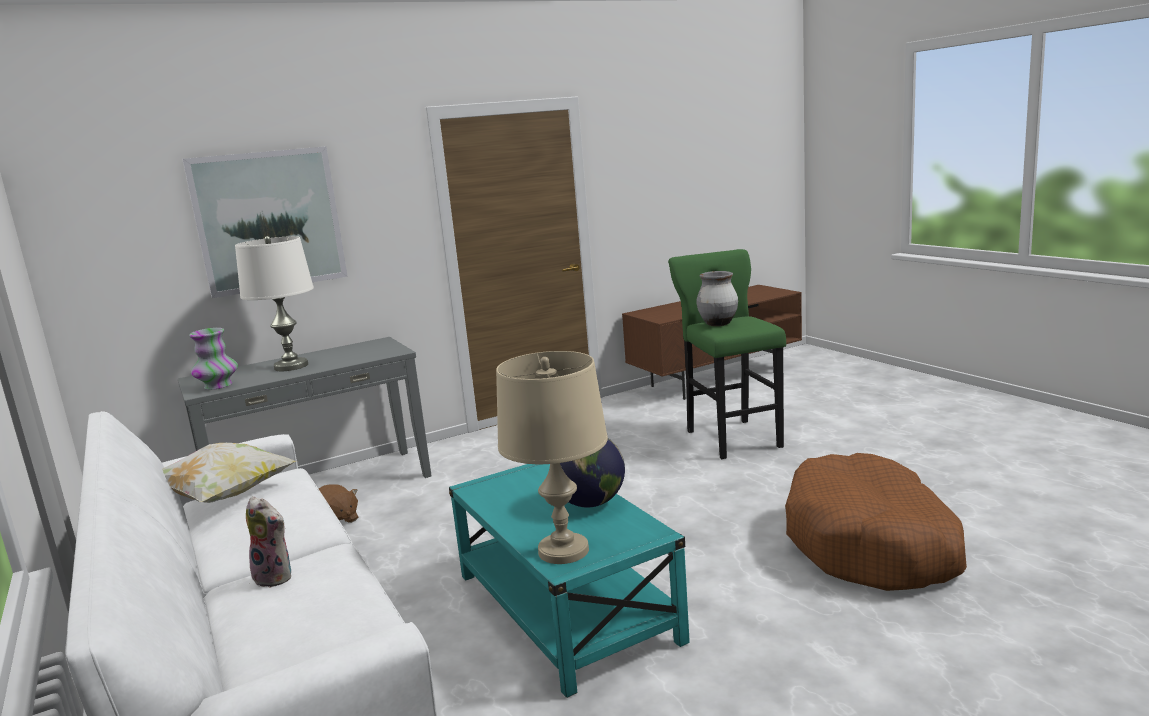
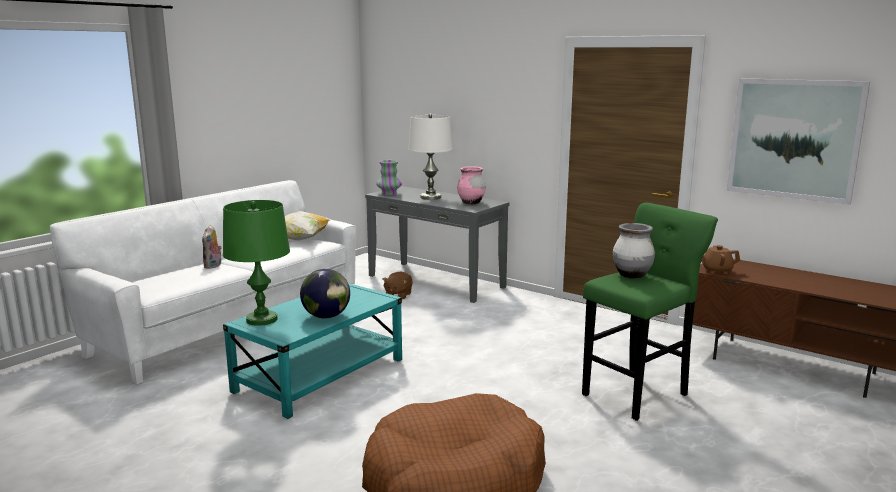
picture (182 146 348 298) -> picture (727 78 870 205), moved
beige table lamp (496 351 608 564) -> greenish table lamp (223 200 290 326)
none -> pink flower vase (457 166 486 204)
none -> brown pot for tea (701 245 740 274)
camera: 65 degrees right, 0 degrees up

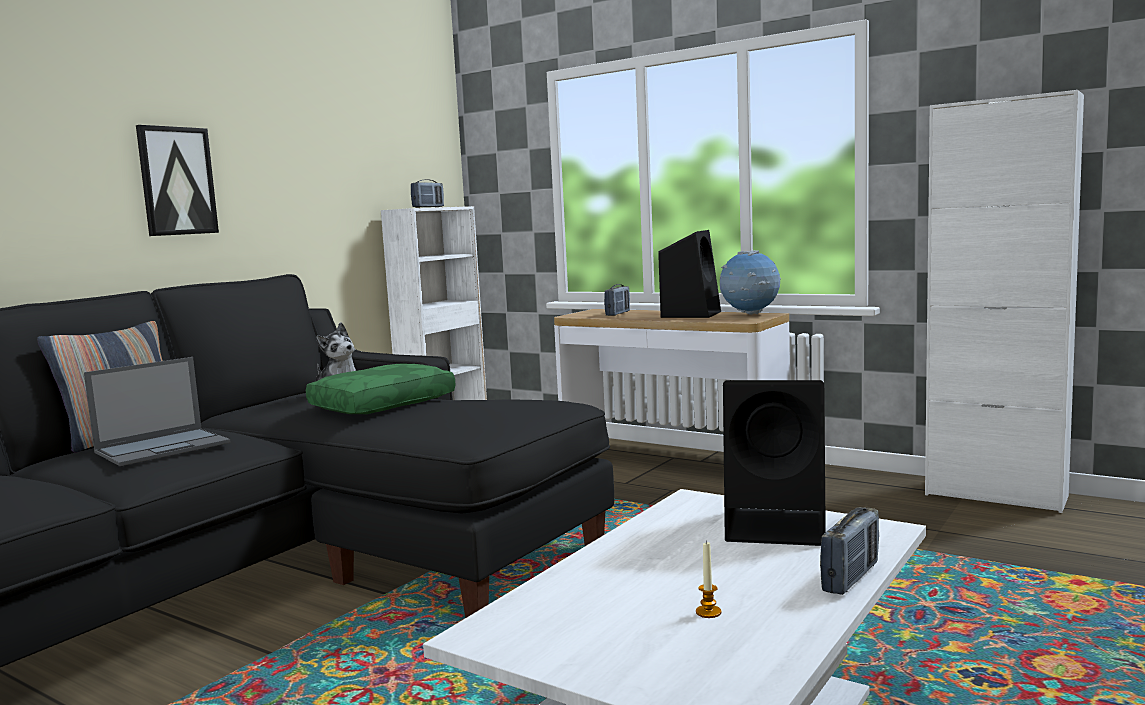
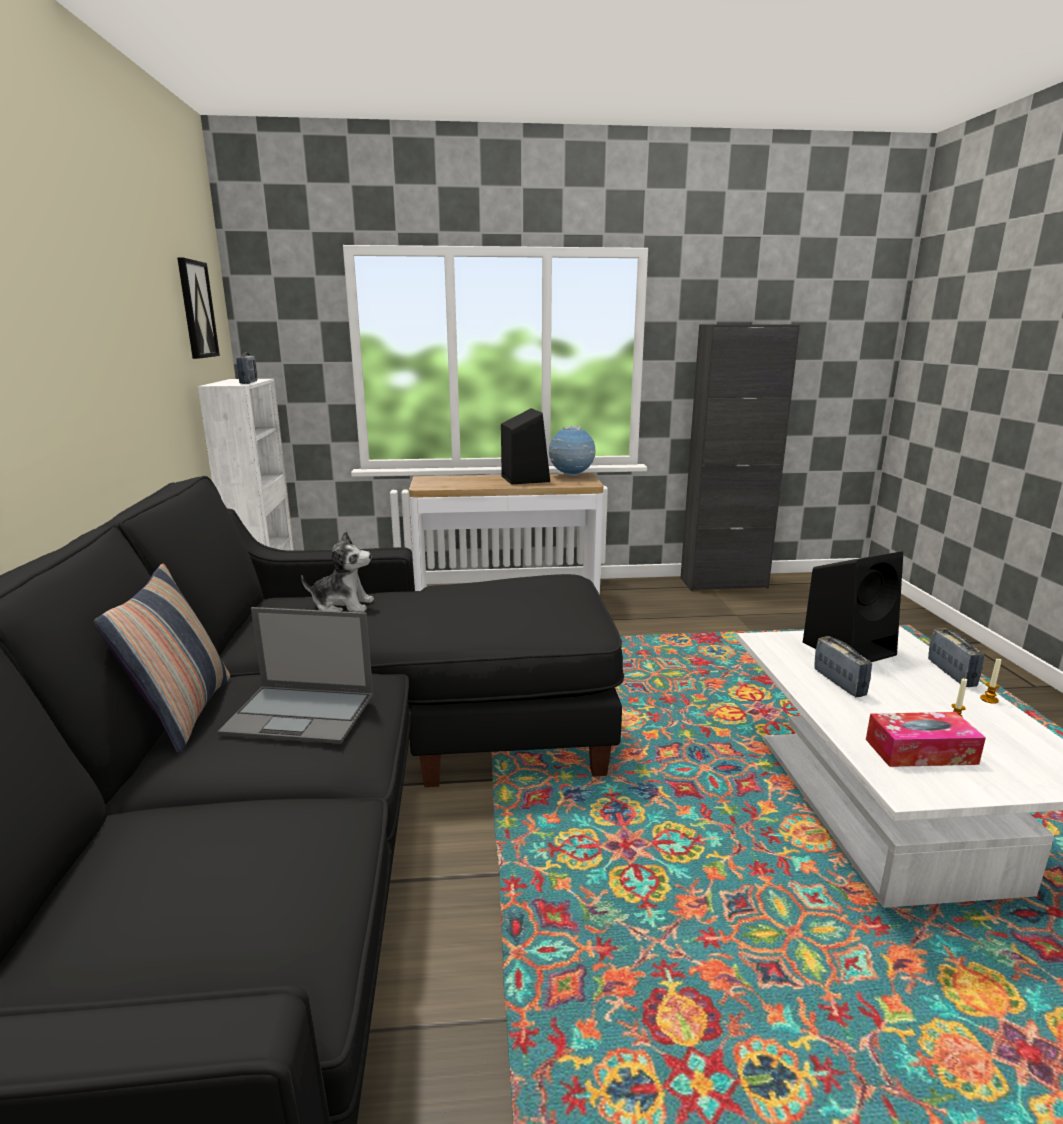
white-coloured cabinet (925 90 1084 513) -> black cabinet (680 324 800 591)
picture (136 125 219 236) -> picture (177 258 220 359), moved
radio set (604 284 630 316) -> radio set (814 636 872 697), moved
laptop (84 357 230 466) -> laptop (217 607 374 744), 90 degrees clockwise
greenish cushion (306 364 456 414) -> none
none -> wax light (980 659 1002 704)
none -> tissue box (866 712 986 767)
camera: 40 degrees left, 10 degrees up

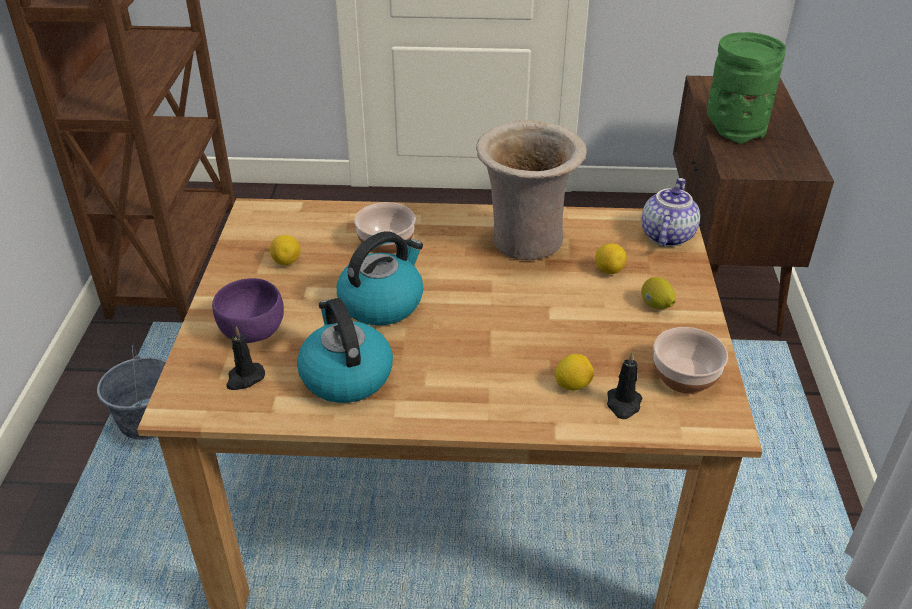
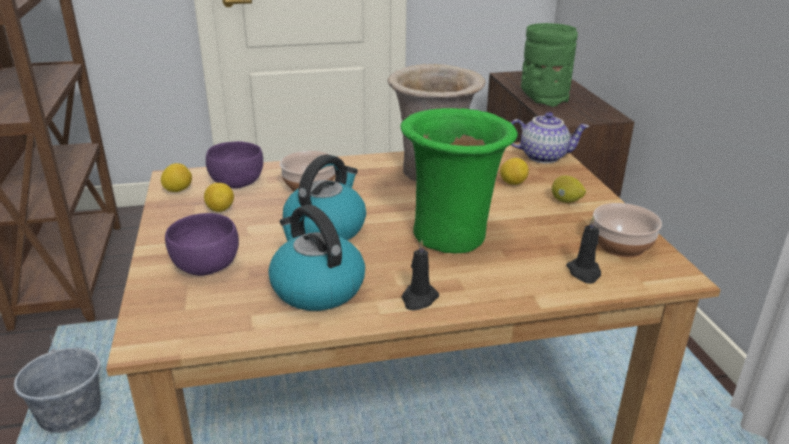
pot for tea (642 178 700 247) -> pot for tea (511 112 589 163), 90 degrees clockwise
black wax light (226 327 265 390) -> black wax light (402 239 439 311), moved
whole lemon (555 354 594 391) -> whole lemon (161 163 192 192), moved
none -> greenish flower vase (400 108 518 254)
none -> purple-coloured deep dish (206 141 263 189)
camera: 15 degrees left, 10 degrees down

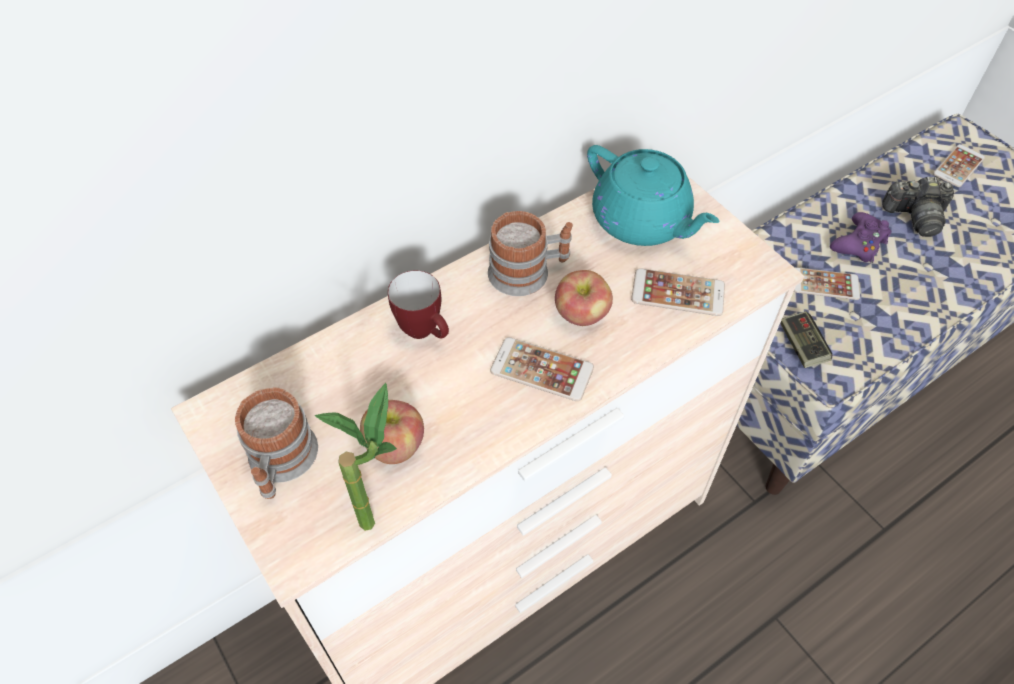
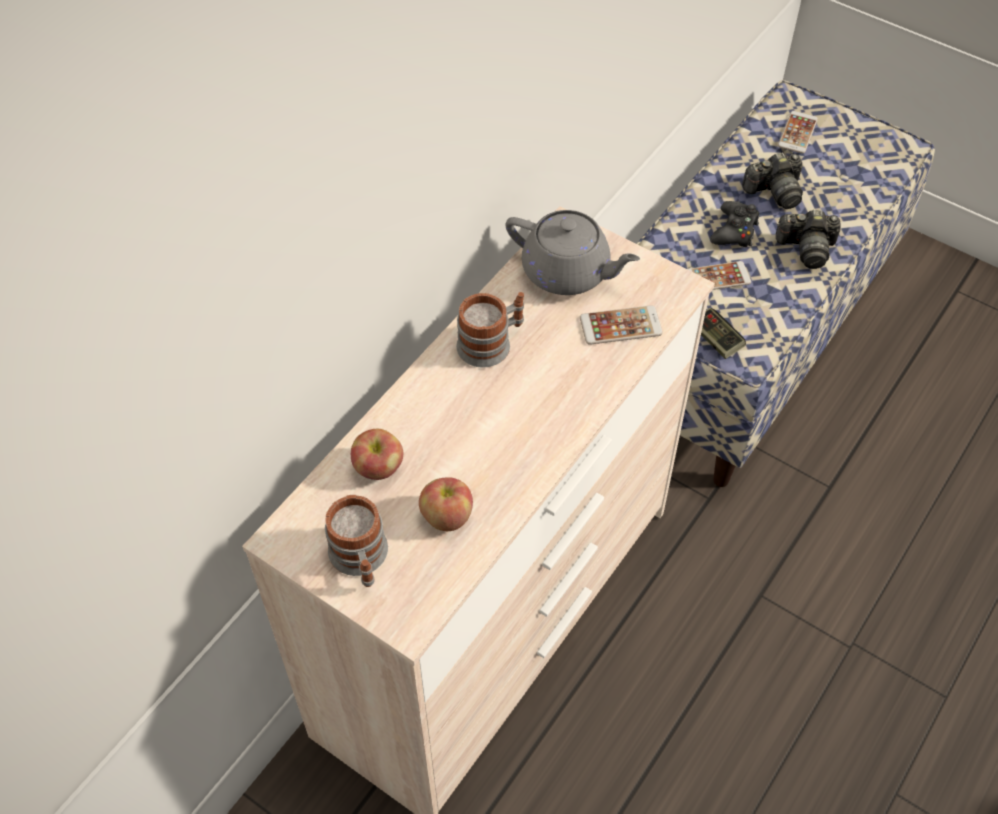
turquoise pot for tea (587 145 719 246) -> gray pot for tea (506 210 640 295)
purple-coloured game controller (830 212 891 263) -> black game controller (710 201 760 247)
mug (388 270 449 339) -> none
apple (555 270 613 326) -> apple (351 429 403 480), moved
handset (490 337 594 401) -> none
plant in a pot (315 383 397 531) -> none
none -> photo camera (776 210 841 269)
camera: 20 degrees left, 0 degrees up

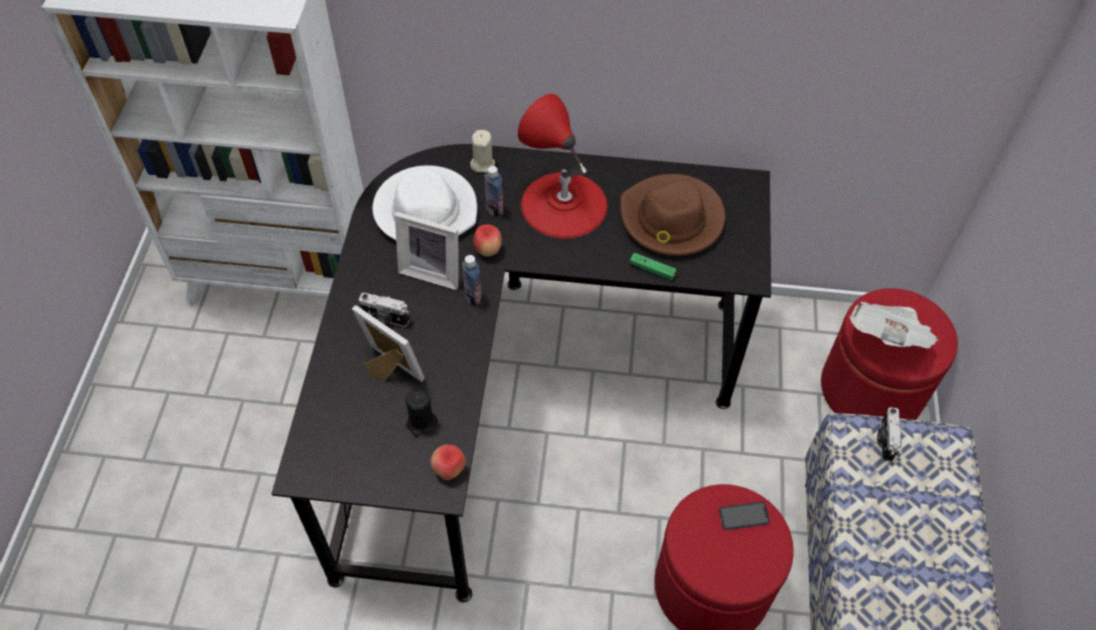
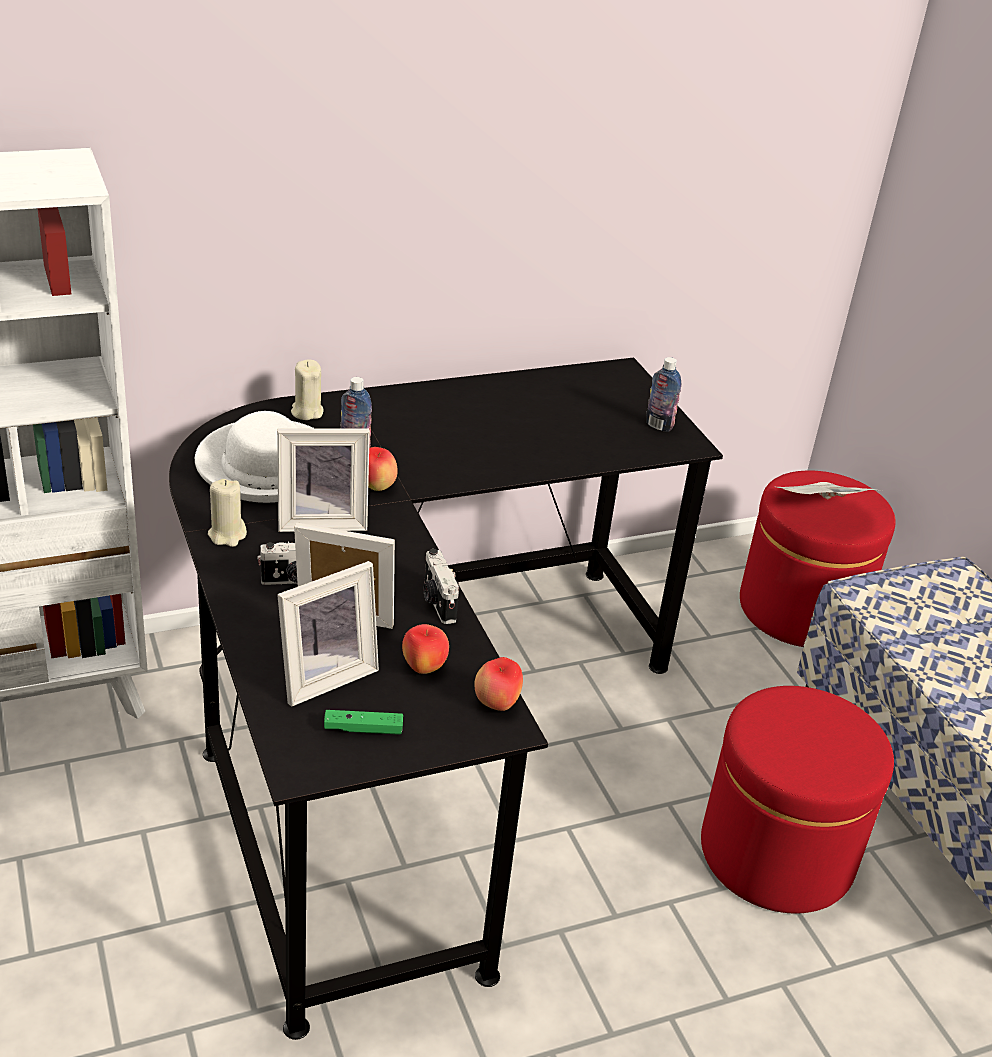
red-coloured table lamp (518 94 608 238) -> none
brown hat (620 174 725 256) -> none
greenish game controller (630 252 676 280) -> greenish game controller (324 710 403 735), moved
beverage bottle (462 255 482 307) -> beverage bottle (646 357 681 432), moved
black wax light (406 390 438 437) -> apple (402 624 449 674)
photo camera (877 407 902 462) -> photo camera (423 549 459 624), moved
handset (719 502 770 530) -> none
none -> beige wax light (208 479 247 547)
none -> picture frame (277 561 379 707)
camera: 30 degrees left, 20 degrees down

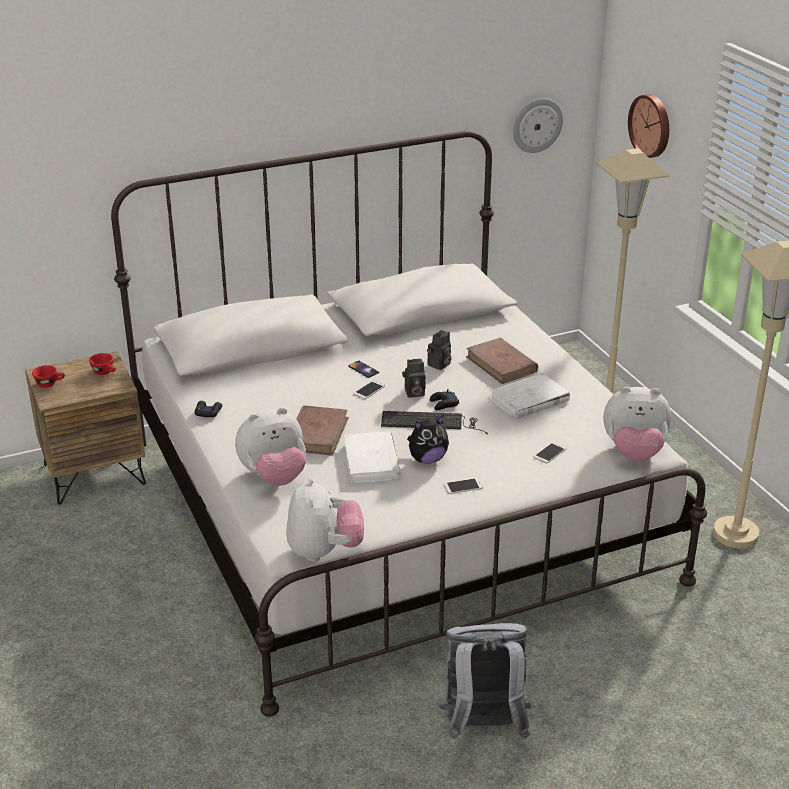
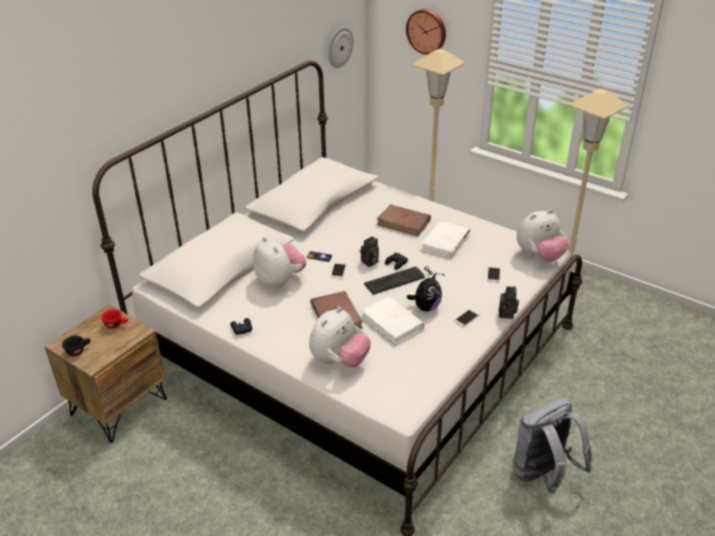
photo camera (427 330 451 370) -> photo camera (498 286 519 319), moved
red-coloured drinking cup (32 365 65 388) -> black drinking cup (62 335 91 356)
cuddly toy (286 478 364 562) -> cuddly toy (253 237 306 289), moved
camera: 30 degrees left, 5 degrees up

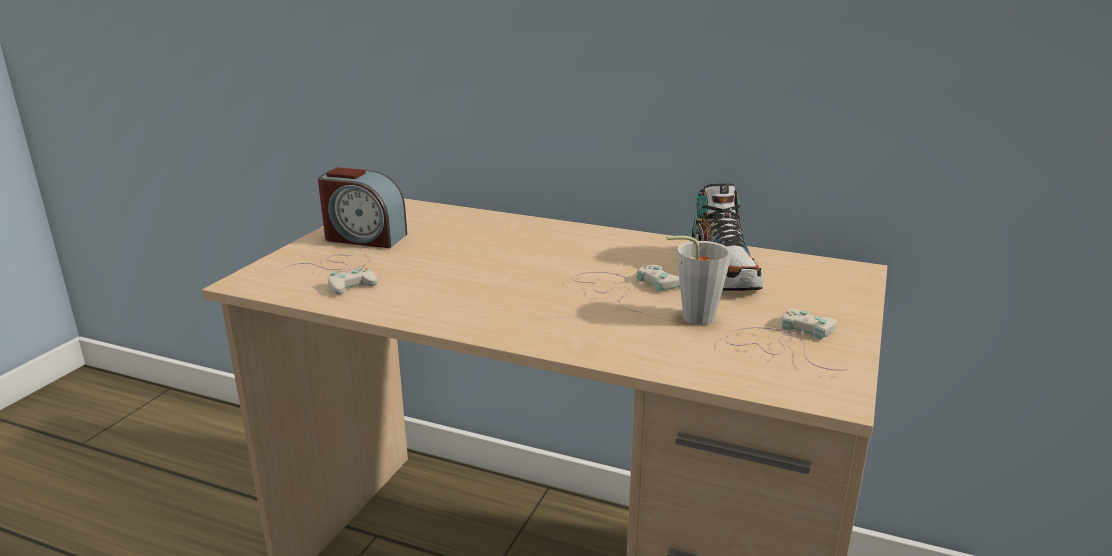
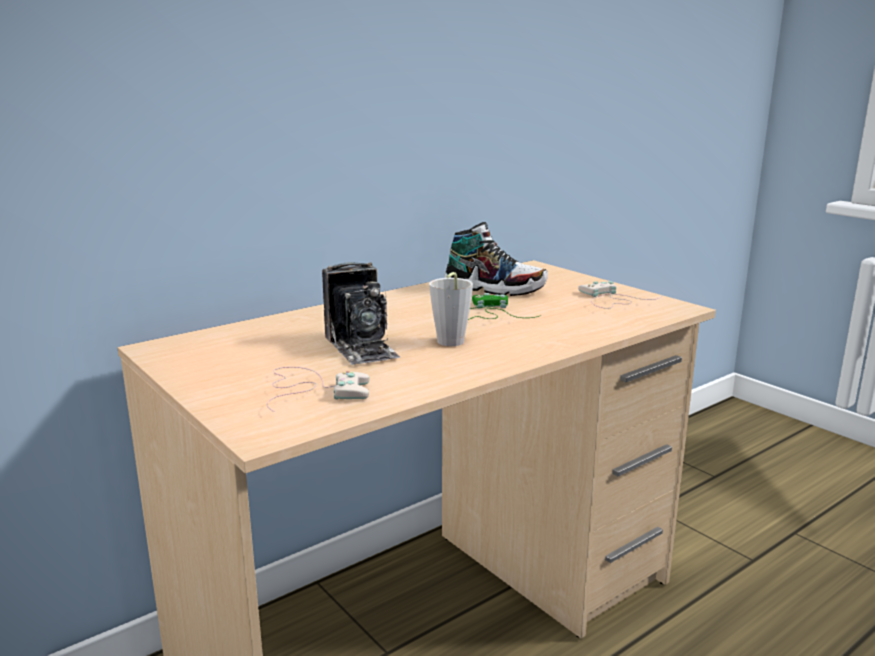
alarm clock (318 167 407 248) -> none
gray drinking cup (667 236 731 325) -> gray drinking cup (429 272 473 346), moved
white-coloured game controller (572 265 680 312) -> greenish game controller (468 293 541 320)
none -> photo camera (322 262 400 365)
camera: 60 degrees left, 5 degrees down

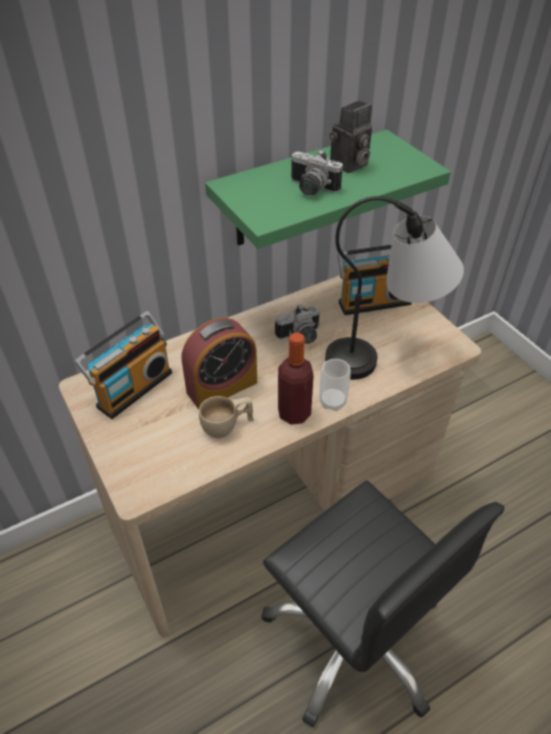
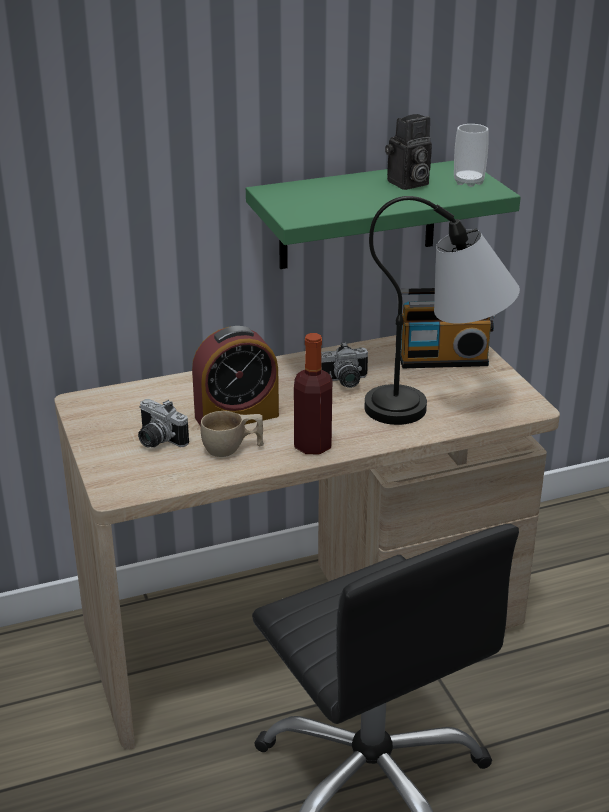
photo camera (291 149 343 196) -> photo camera (138 399 189 448), moved
radio set (74 311 172 419) -> none
drinking cup (319 359 350 411) -> drinking cup (454 124 489 187), moved
camera: 10 degrees right, 15 degrees down

